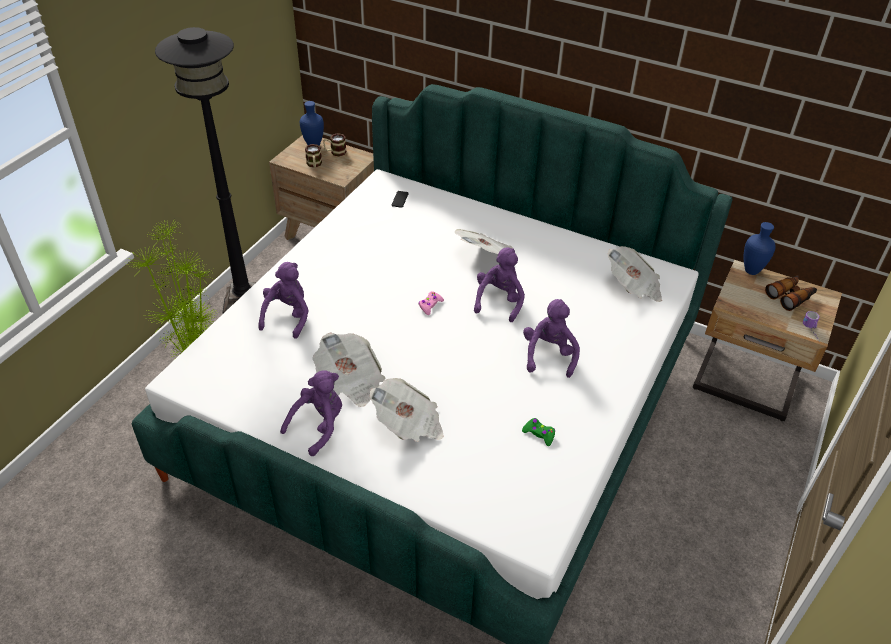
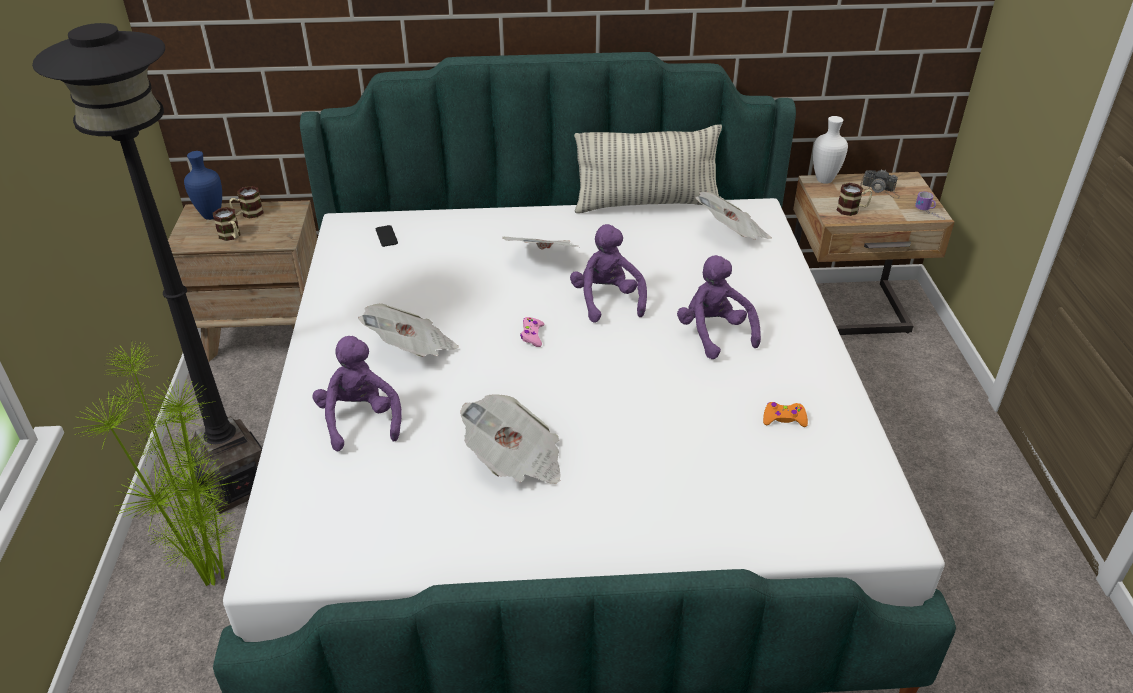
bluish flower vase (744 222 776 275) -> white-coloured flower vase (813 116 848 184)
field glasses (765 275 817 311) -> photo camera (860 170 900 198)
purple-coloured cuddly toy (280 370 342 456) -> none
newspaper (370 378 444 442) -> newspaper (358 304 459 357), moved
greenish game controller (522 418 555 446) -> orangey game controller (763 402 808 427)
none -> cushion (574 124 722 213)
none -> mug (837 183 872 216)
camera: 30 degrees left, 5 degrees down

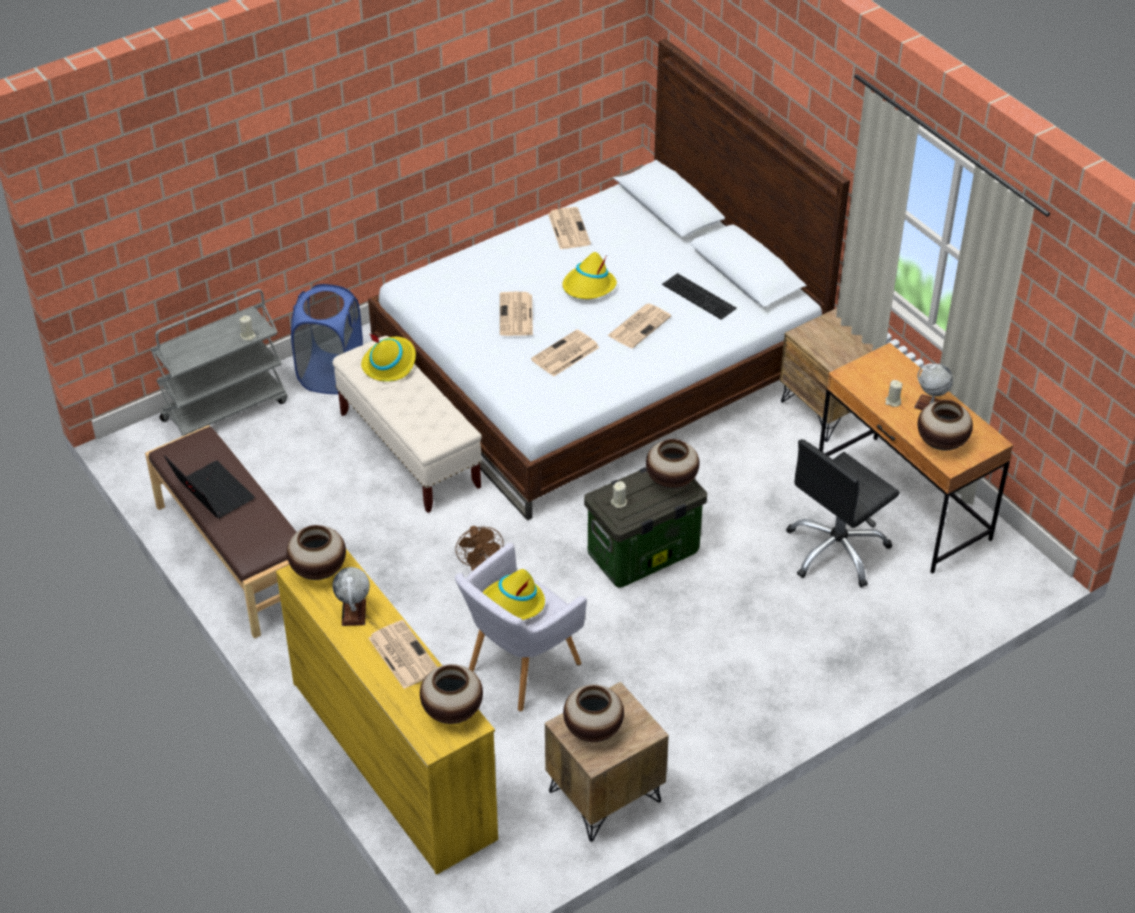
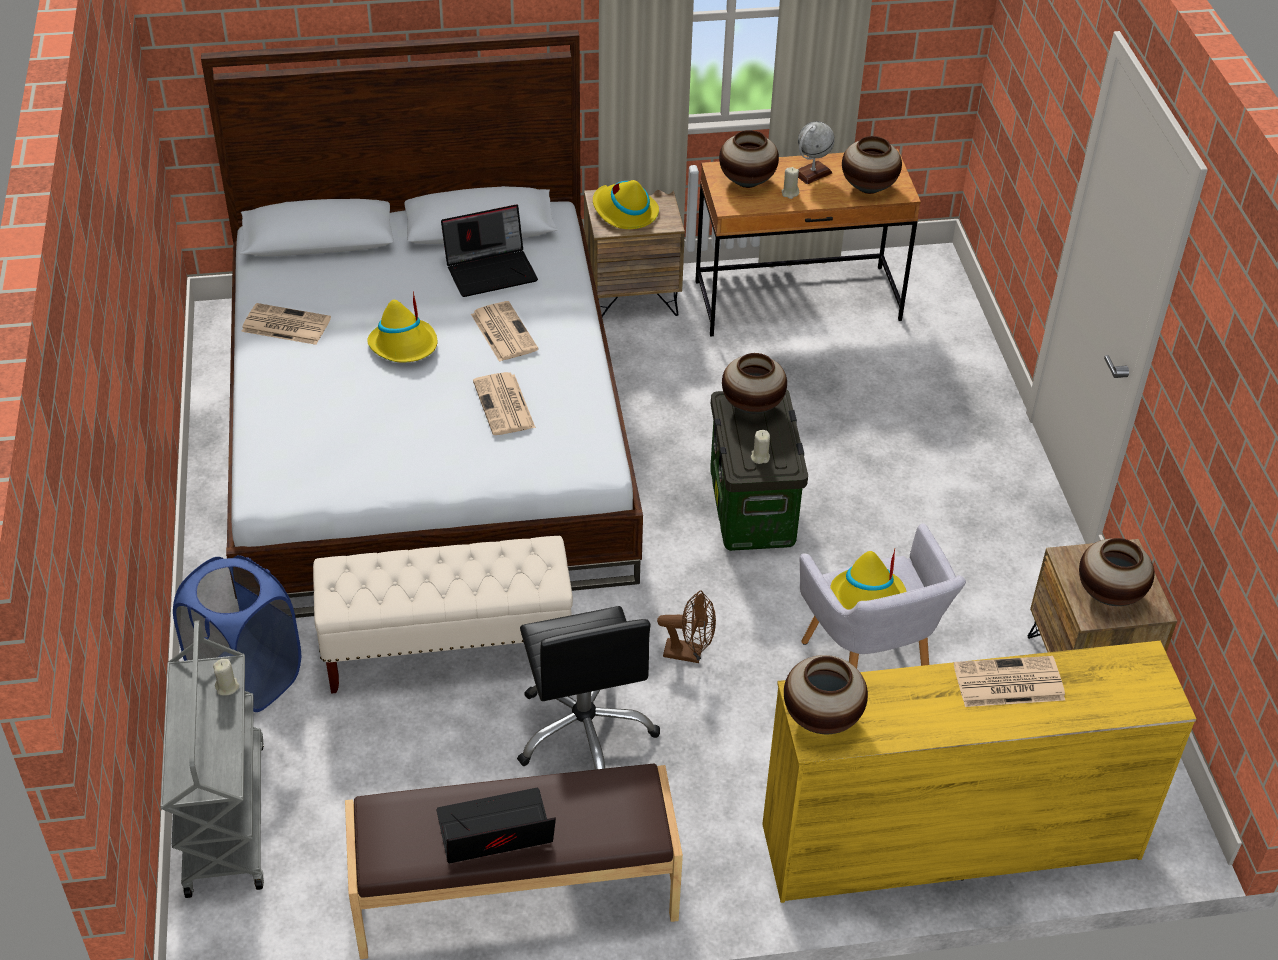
computer keyboard (662 273 737 320) -> laptop (441 205 538 297)
newspaper (500 292 533 336) -> none
yellowish hat (361 334 416 382) -> yellowish hat (593 180 659 229), moved
black office chair (786 439 900 588) -> black office chair (517 606 660 770), moved
desk globe (332 567 370 626) -> none
flower vase (420 664 483 724) -> flower vase (719 130 779 188), moved
camera: 65 degrees left, 0 degrees up

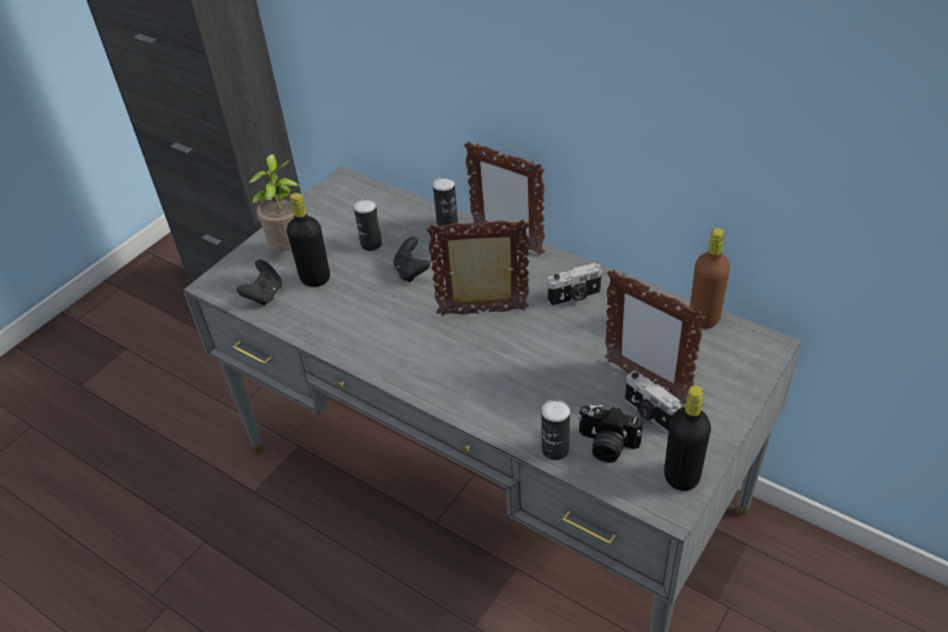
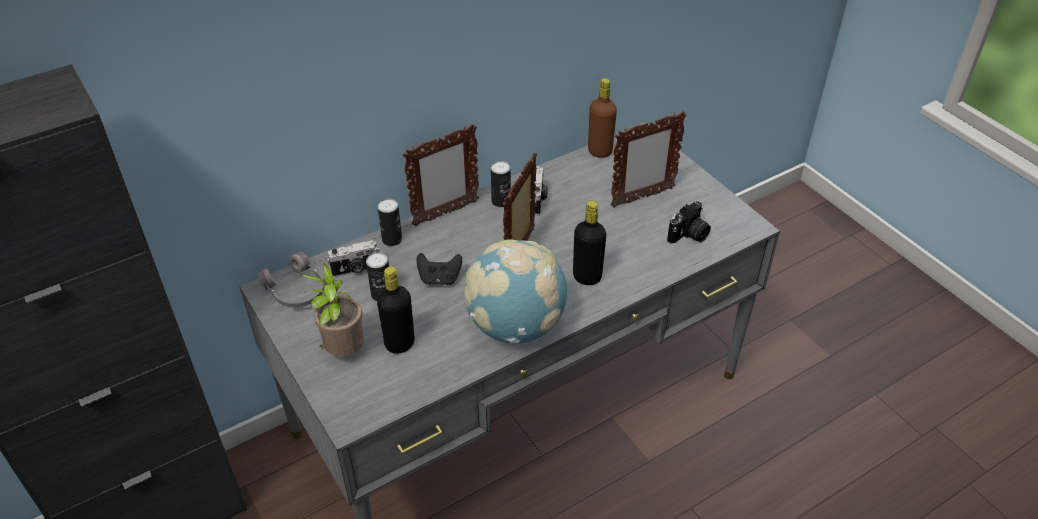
black game controller (237 260 282 306) -> none
photo camera (625 371 681 433) -> photo camera (327 240 380 277), moved
black beverage bottle (664 385 711 491) -> black beverage bottle (573 201 606 285), moved
can (541 399 570 460) -> can (491 161 511 207), moved
none -> desk globe (464 239 567 344)
none -> gray headphones (257 252 325 307)
camera: 70 degrees left, 0 degrees up

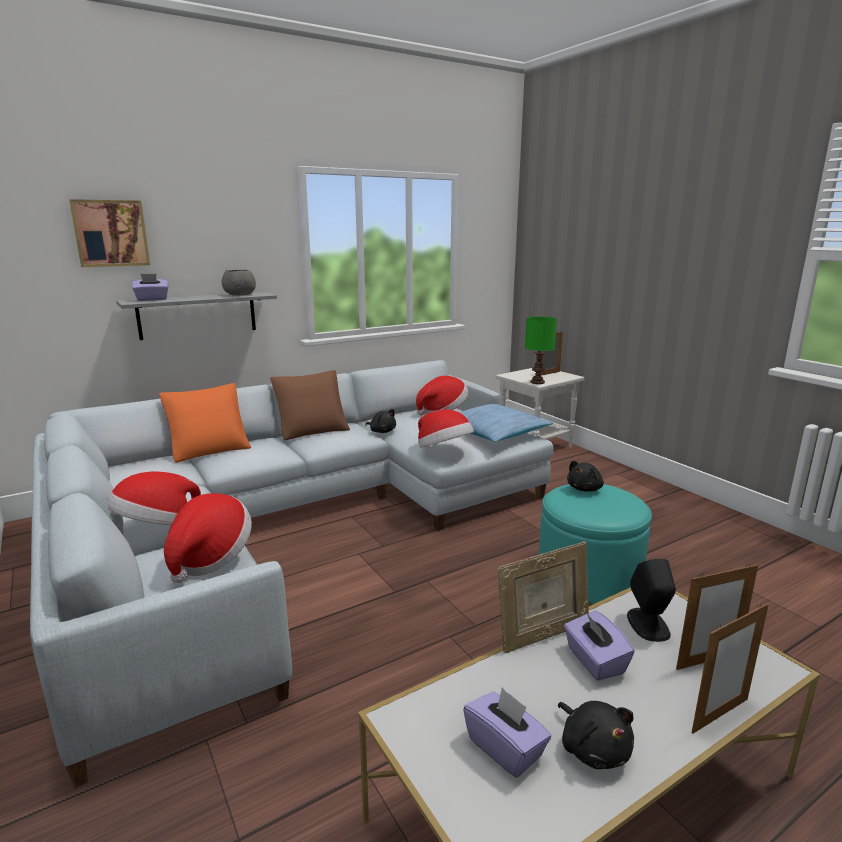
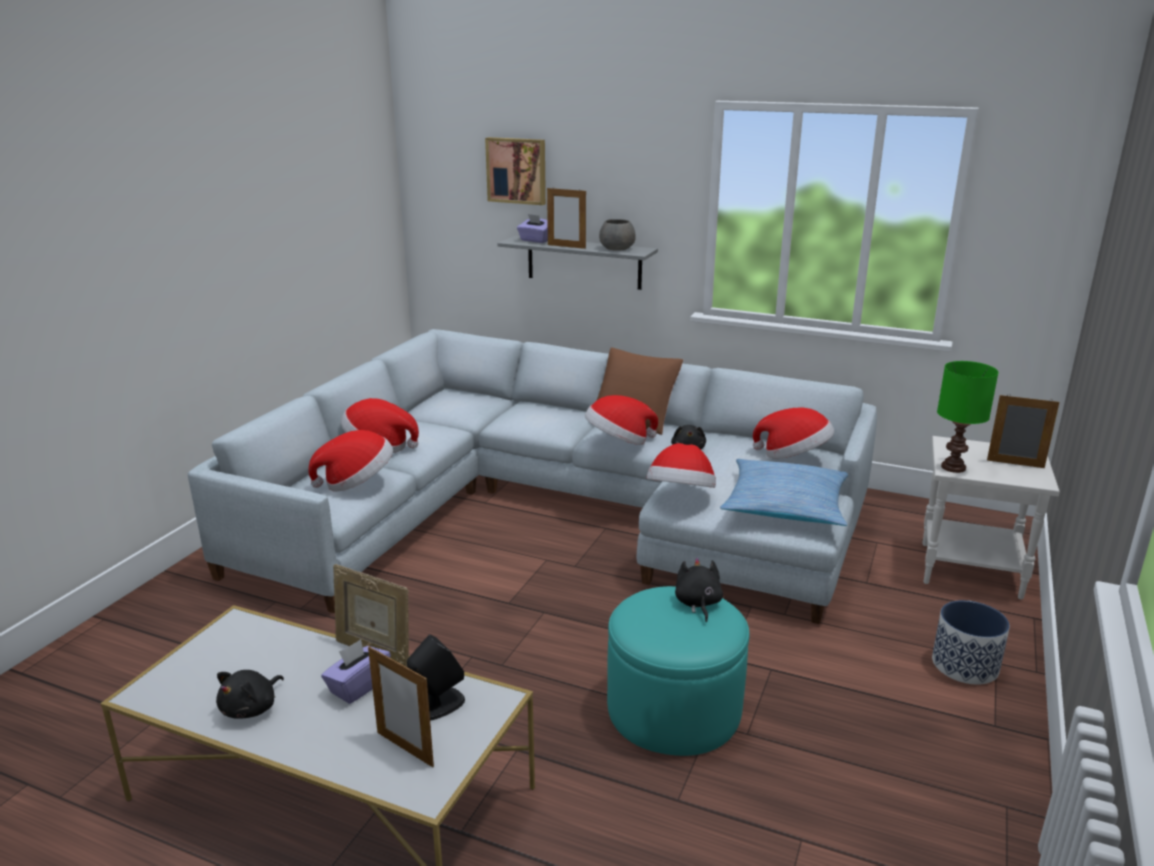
orangey cushion (159 383 251 463) -> none
black cuddly toy (567 460 604 492) -> black cuddly toy (675 558 723 622), 75 degrees clockwise
picture frame (692 604 769 734) -> picture frame (547 188 586 249), moved
purple-coloured tissue box (463 687 551 778) -> none
none -> hat (585 395 658 445)
none -> flower pot (932 600 1010 685)
camera: 55 degrees right, 5 degrees up

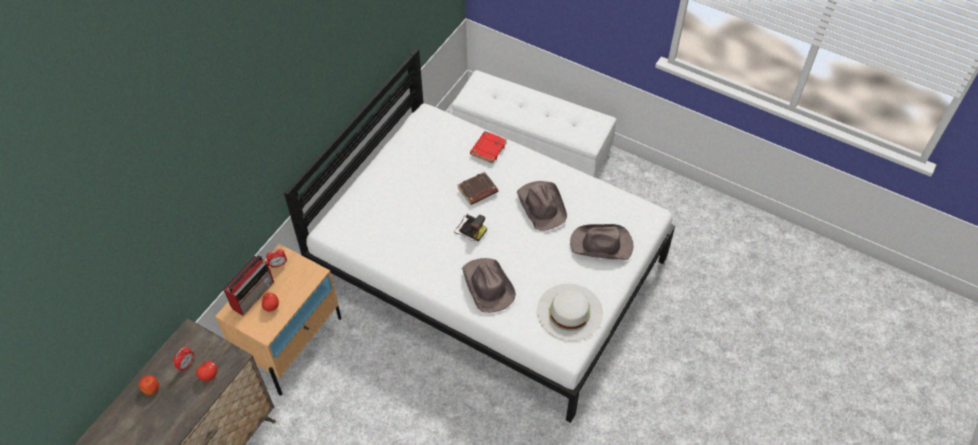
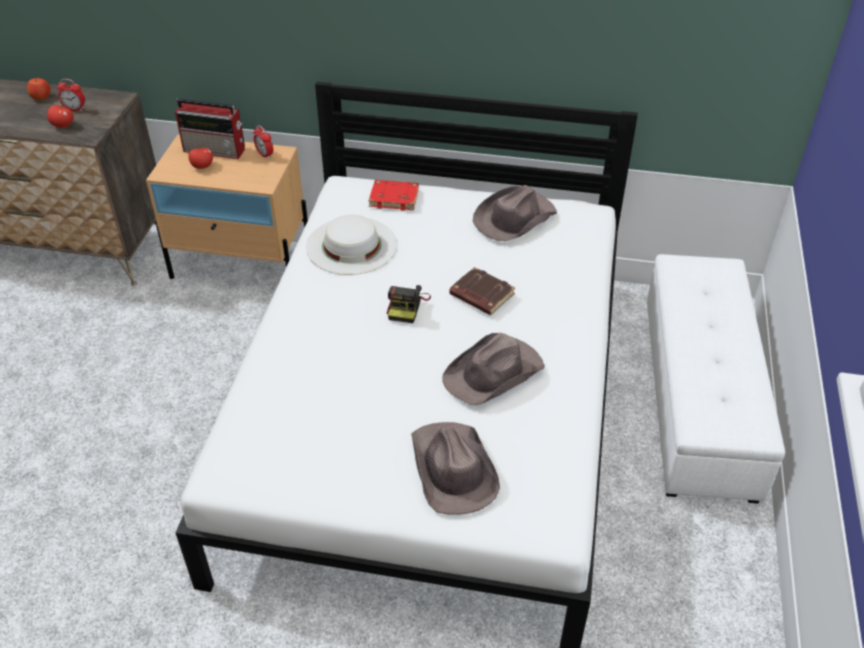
red-coloured book (470 131 507 164) -> red-coloured book (369 180 419 211), moved
brown hat (462 258 516 313) -> brown hat (473 185 557 242), moved
white-coloured hat (537 284 603 341) -> white-coloured hat (306 215 397 275), moved
camera: 70 degrees right, 10 degrees down

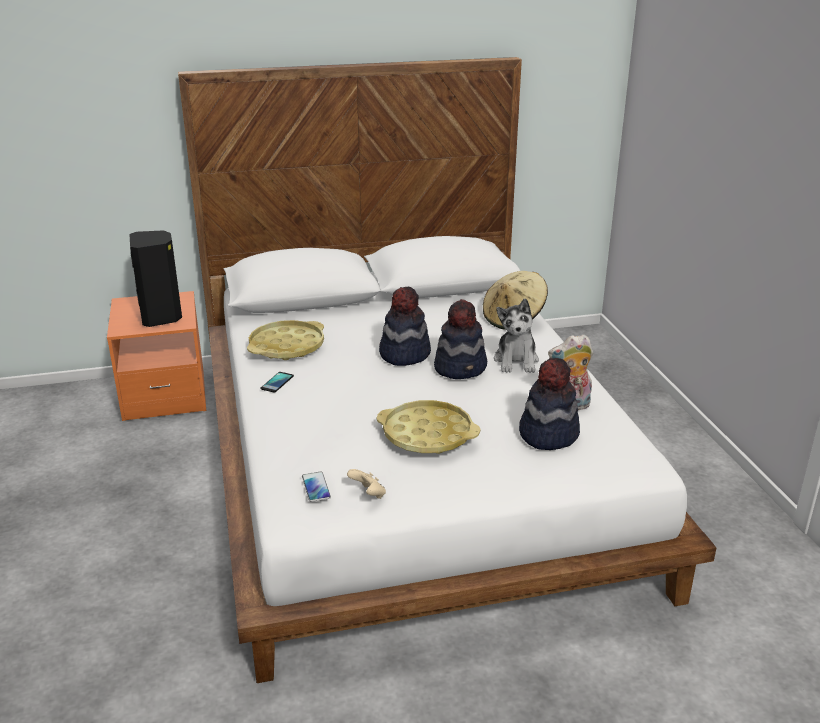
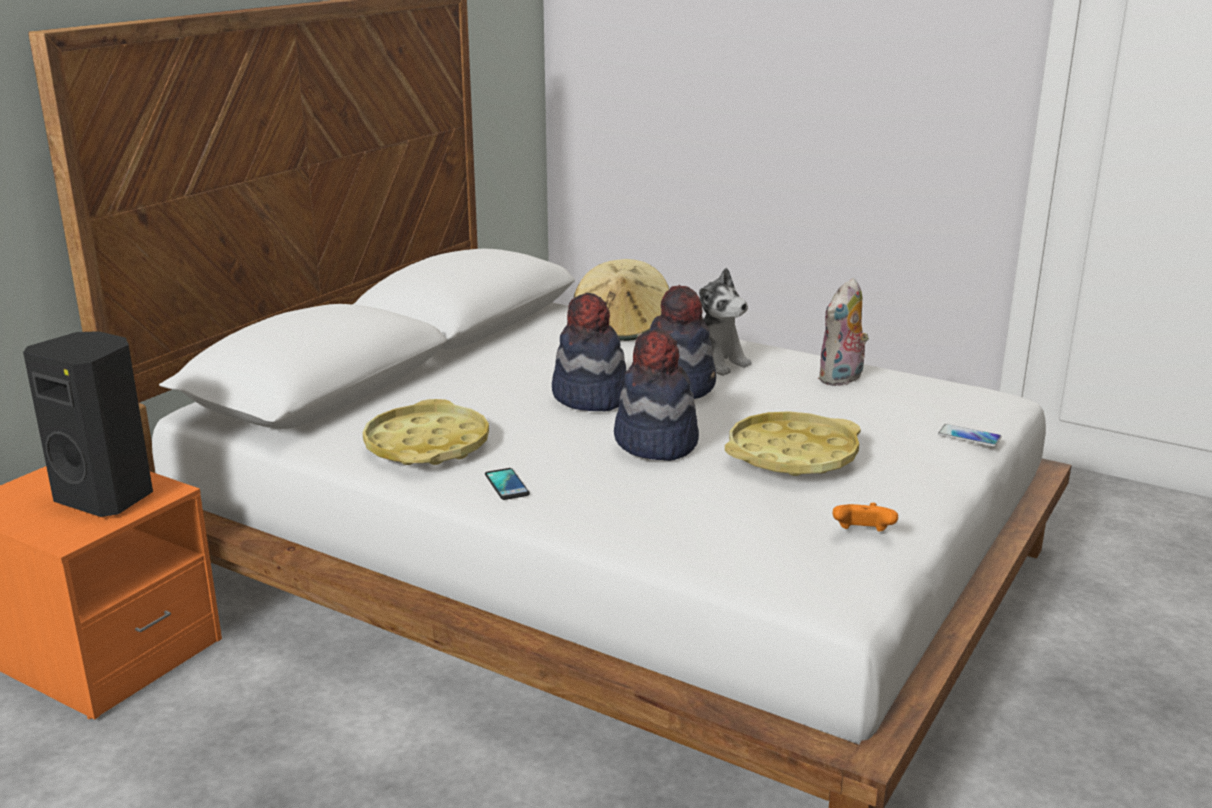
hat (519 358 580 450) -> hat (614 329 699 461), moved
beige game controller (347 469 386 499) -> orangey game controller (833 503 898 532)
handset (302 471 331 502) -> handset (938 424 1001 447), moved
camera: 45 degrees left, 5 degrees down

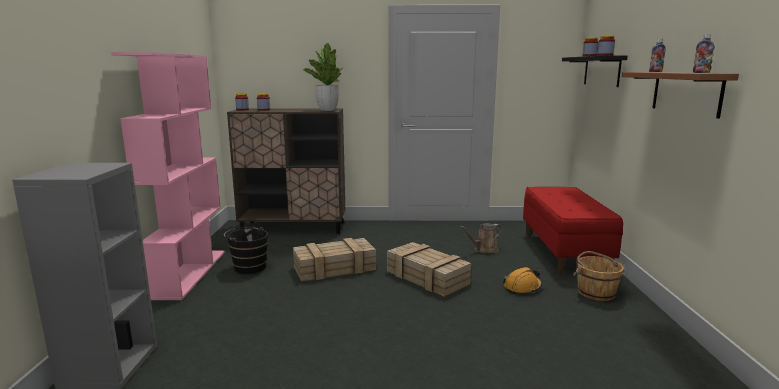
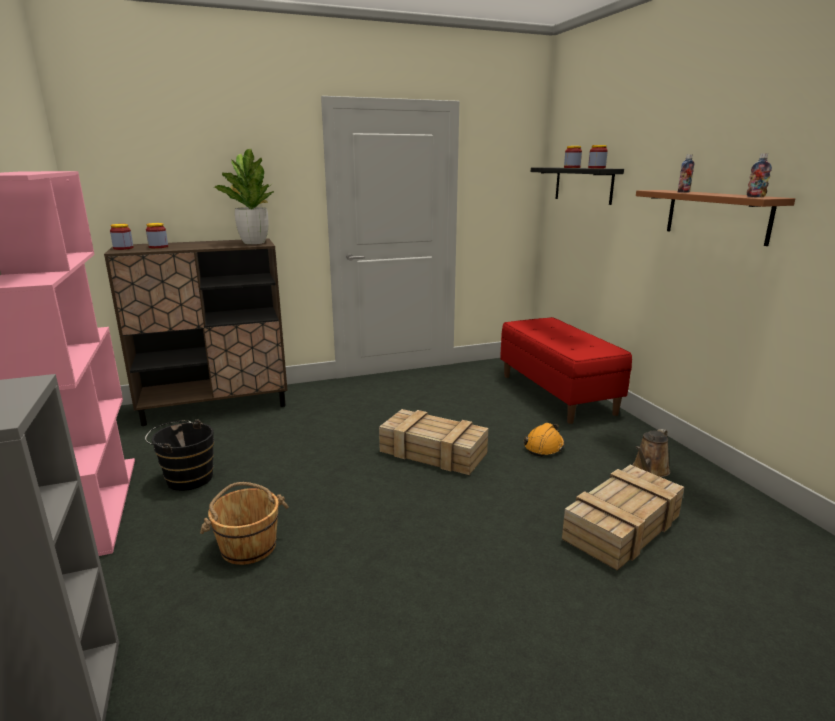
brown sprinkling can (460 223 502 253) -> brown sprinkling can (632 428 670 477), moved
crate (293 238 376 282) -> crate (562 465 684 571), moved
brown pail (573 251 625 301) -> brown pail (200 482 289 565), moved
camera: 20 degrees left, 5 degrees up

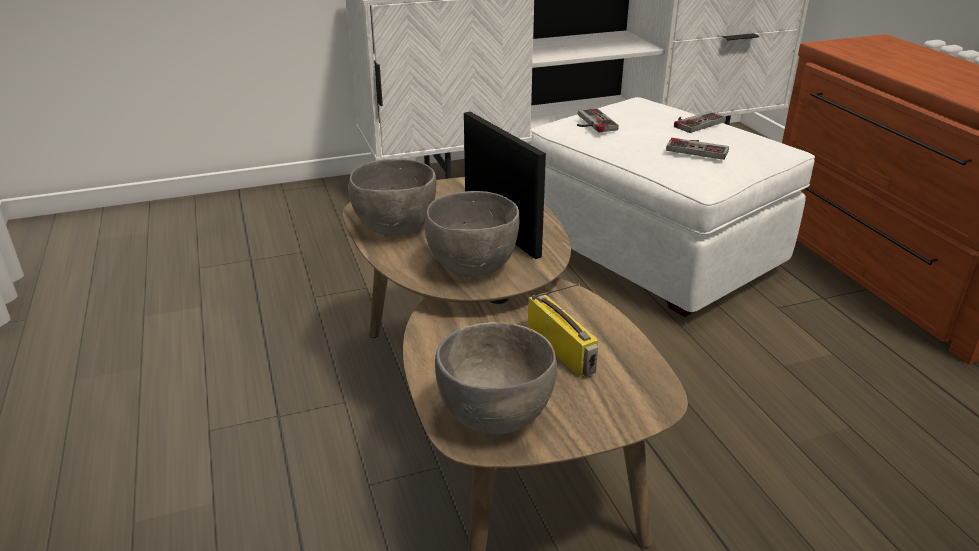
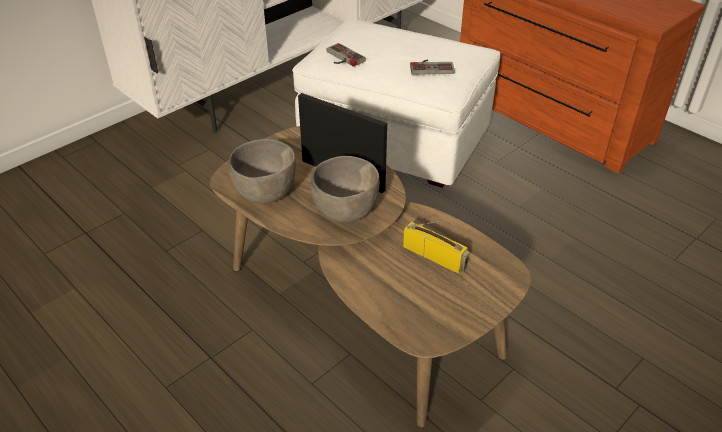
game controller (674 111 726 133) -> none
gray deep dish (435 322 557 435) -> none
camera: 25 degrees left, 10 degrees up

